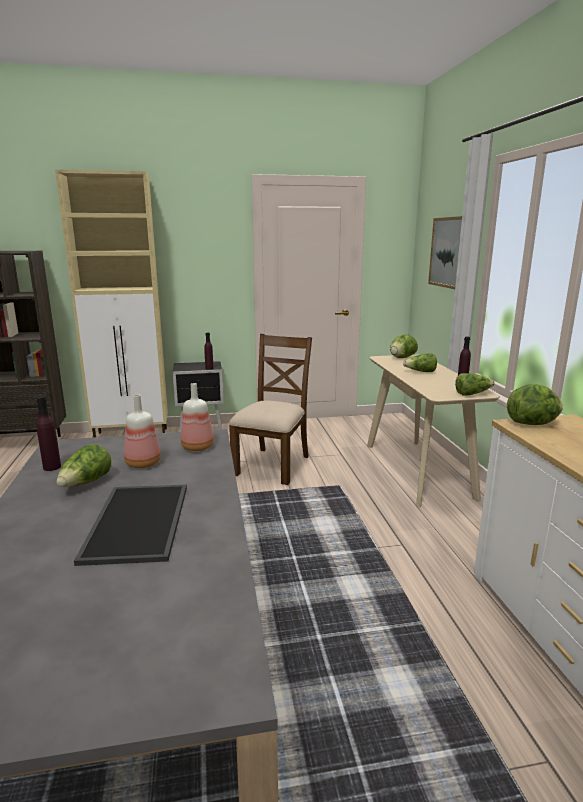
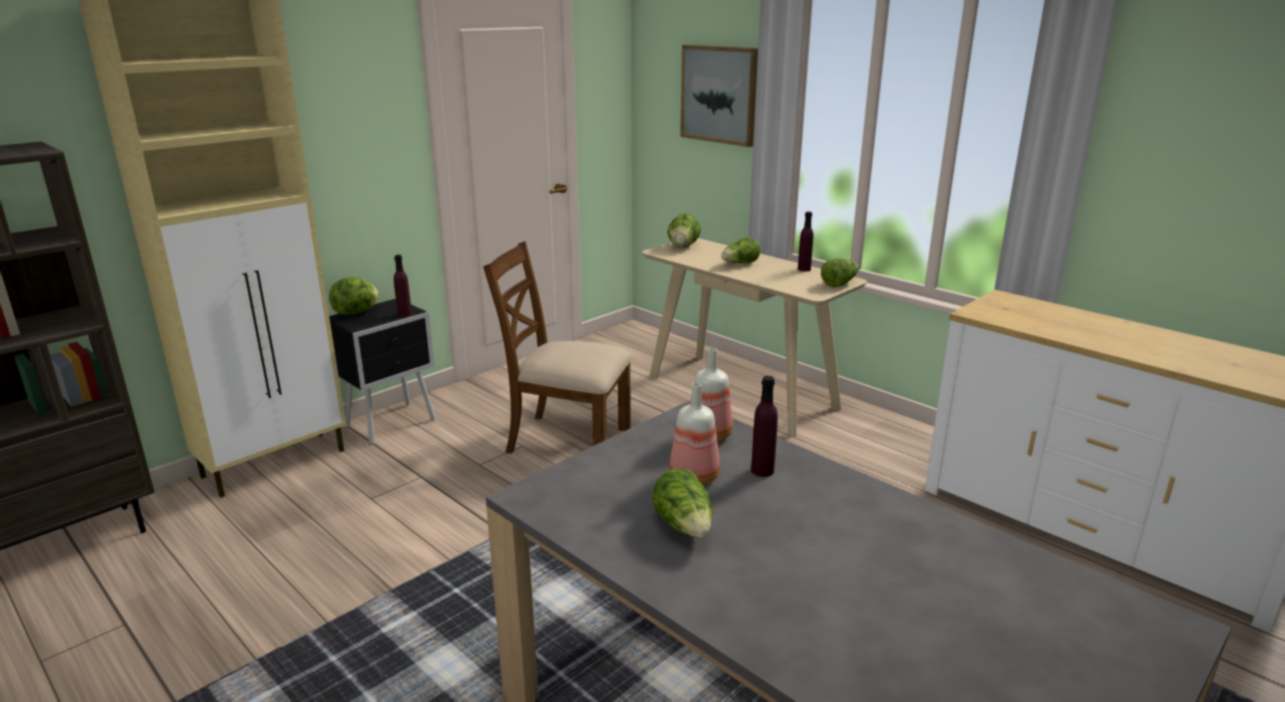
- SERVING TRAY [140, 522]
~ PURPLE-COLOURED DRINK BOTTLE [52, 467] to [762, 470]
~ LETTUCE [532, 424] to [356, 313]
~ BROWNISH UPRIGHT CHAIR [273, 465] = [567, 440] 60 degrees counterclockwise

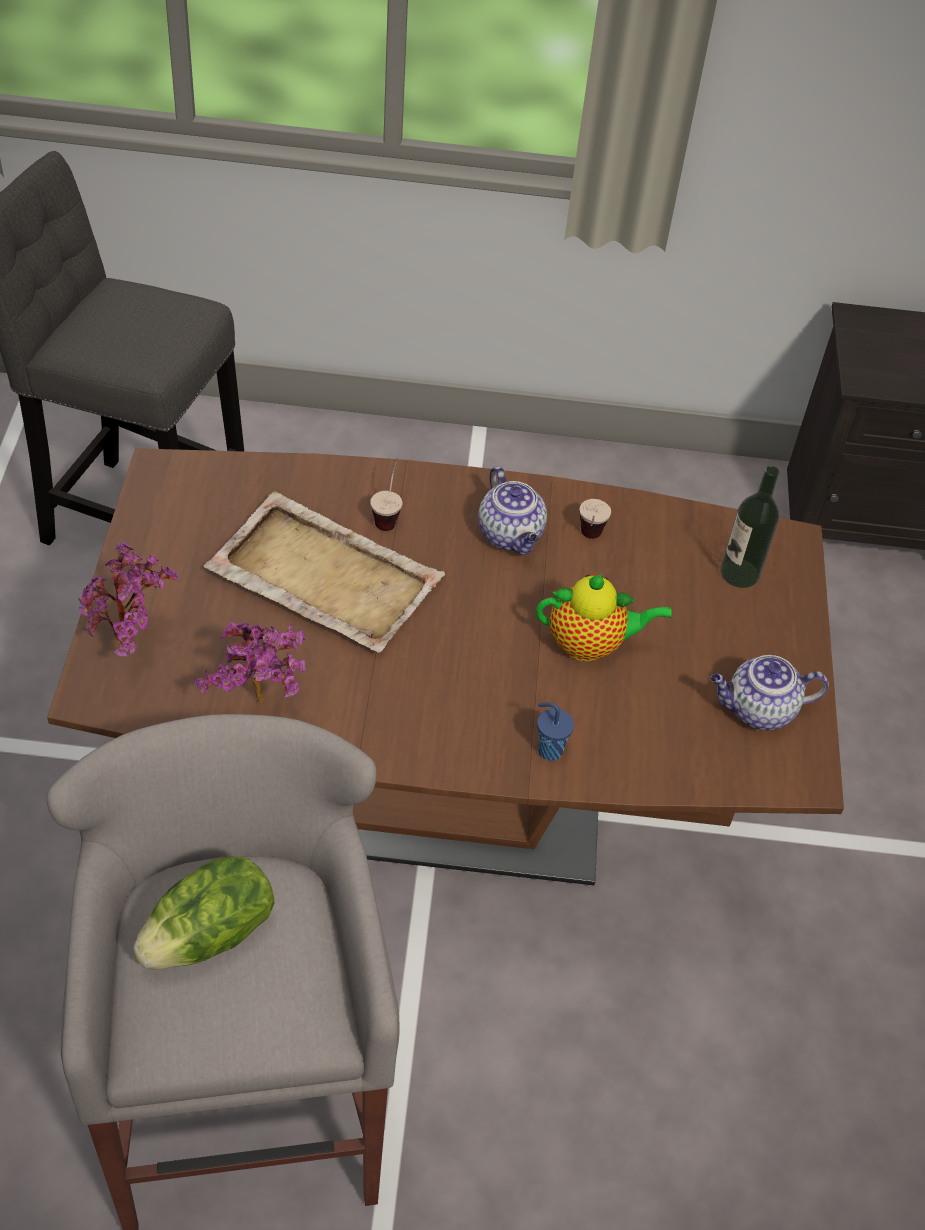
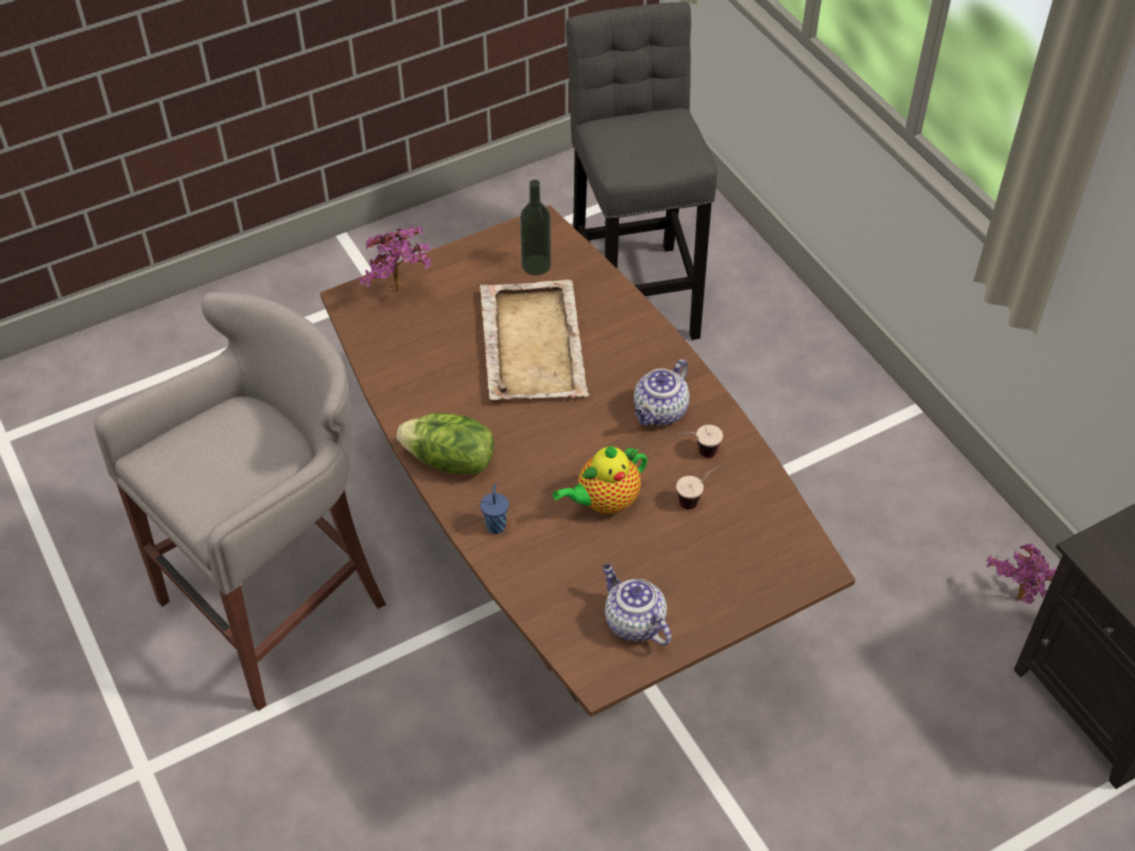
~ LETTUCE [210, 935] to [450, 461]
~ PLANT IN A POT [262, 707] to [1017, 602]
~ SMALL CUP [388, 514] to [698, 499]
~ DRINK BOTTLE [739, 573] to [536, 265]
~ POT FOR TEA [590, 644] = [604, 502] 90 degrees clockwise

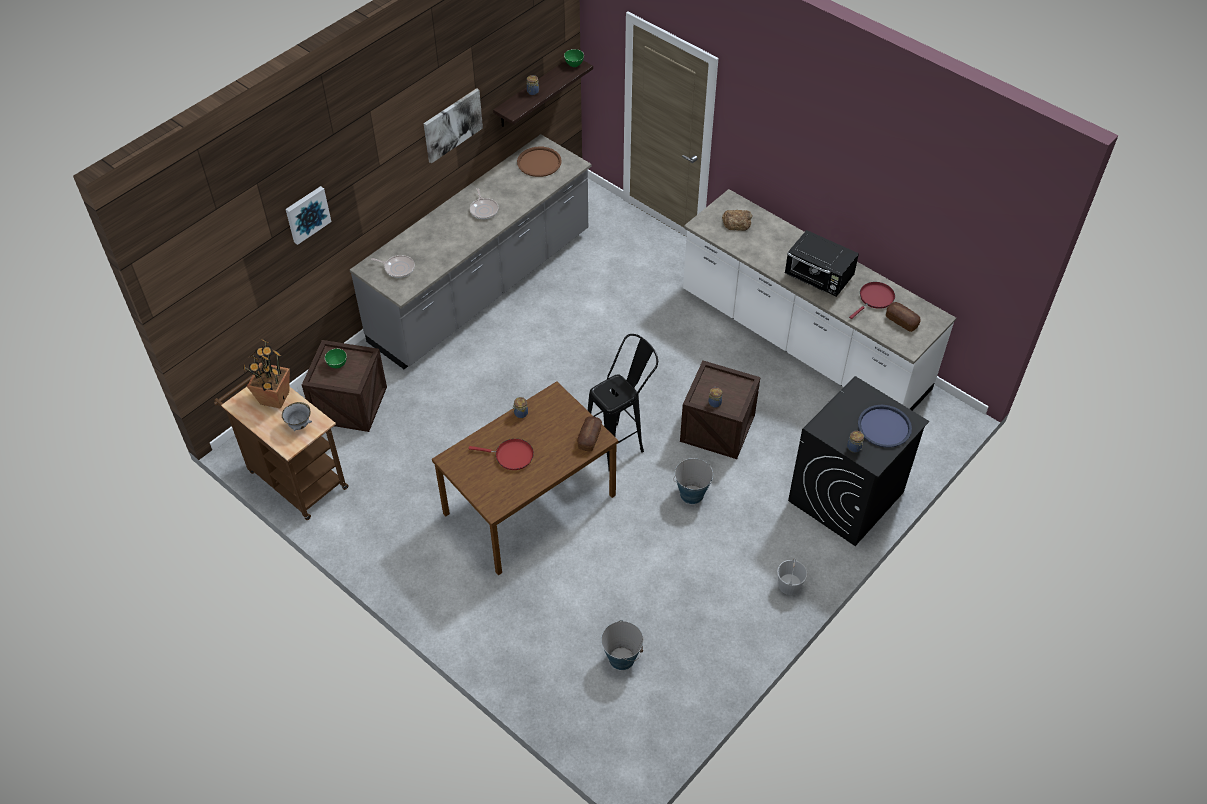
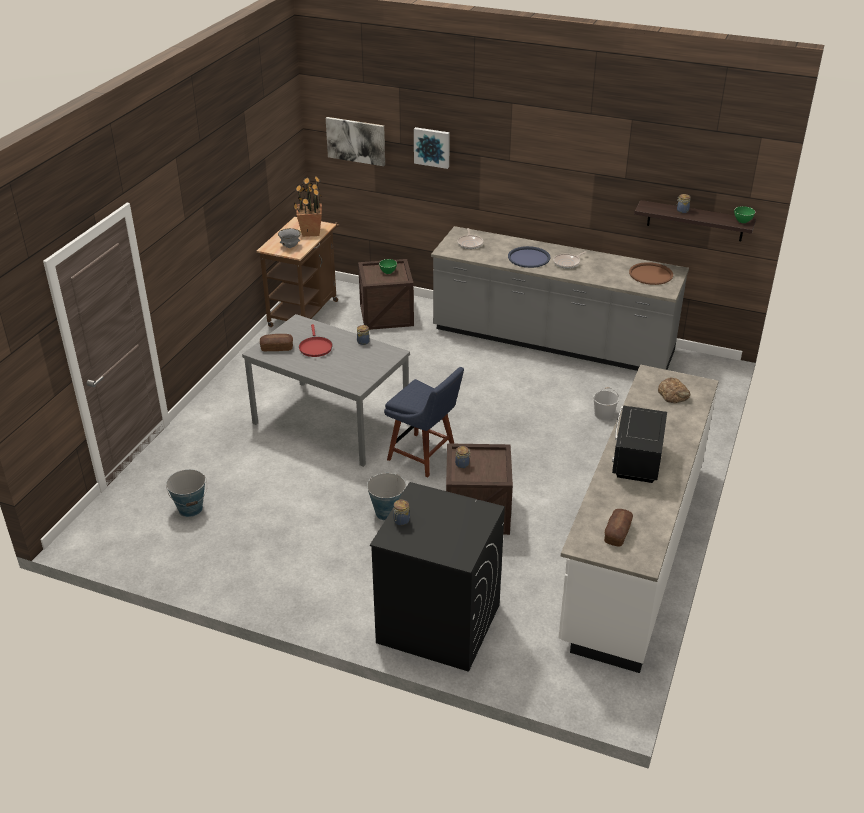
- RED-COLOURED PAN [874, 299]
~ PICTURE [452, 125] to [356, 141]
~ BAKED BREAD [589, 438] to [277, 348]
~ WHITE-COLOURED WATER BUCKET [789, 585] to [604, 414]
~ BLUE SERVING TRAY [884, 426] to [529, 258]
~ BLACK SITTING STOOL [620, 442] to BLUE UPRIGHT CHAIR [424, 456]
~ BROWNISH DINNER TABLE [530, 503] to GREYISH DINNER TABLE [332, 422]

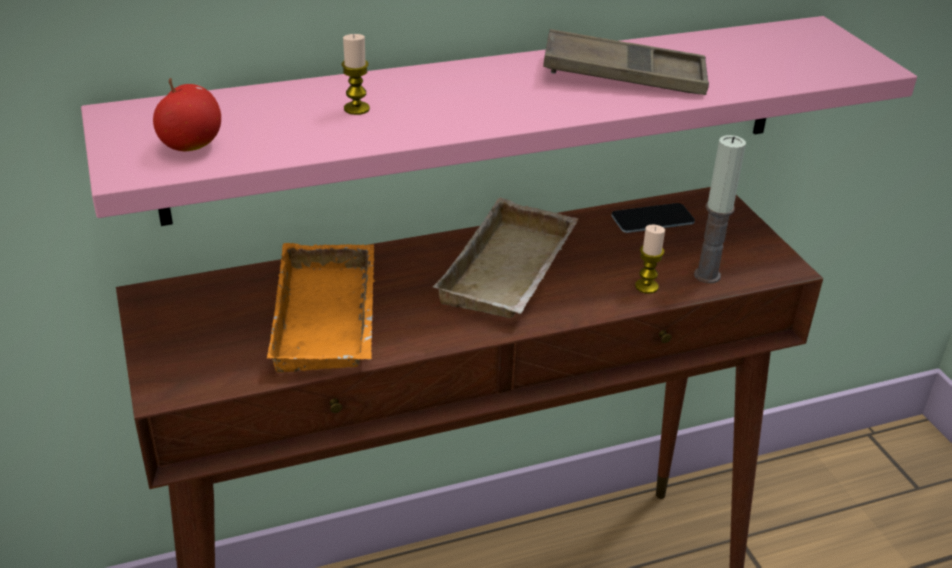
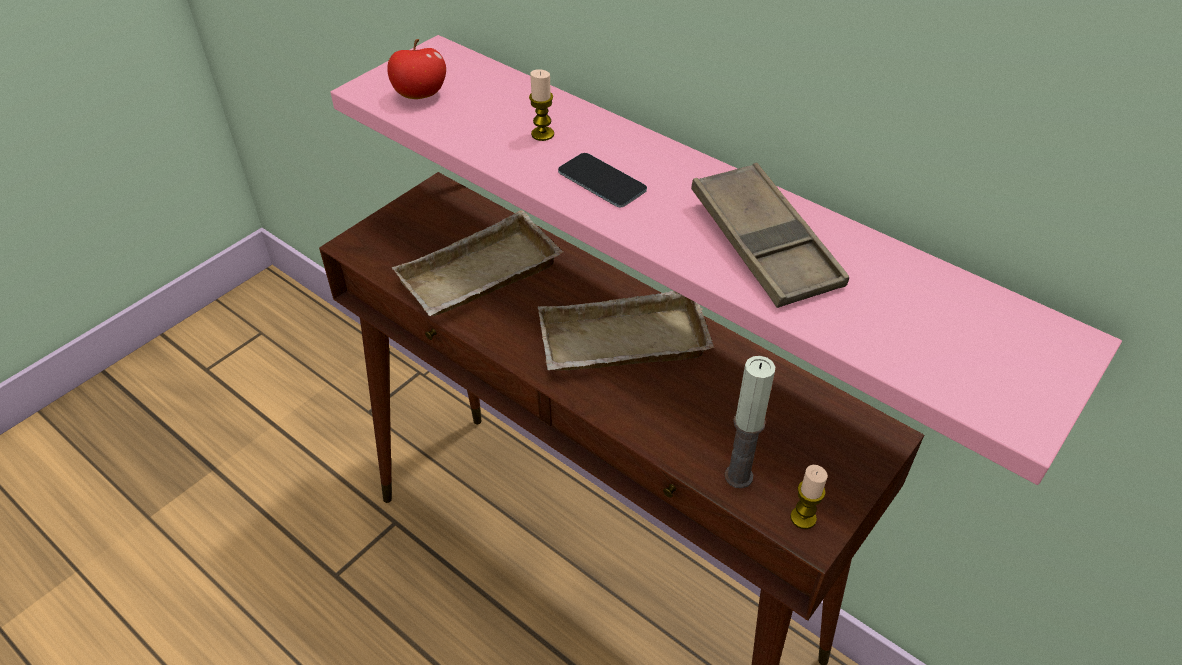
~ HANDSET [652, 219] to [601, 181]
~ WAX CANDLE [646, 286] to [803, 518]
~ ORANGE-COLOURED SERVING TRAY [330, 319] to BEIGE SERVING TRAY [480, 278]

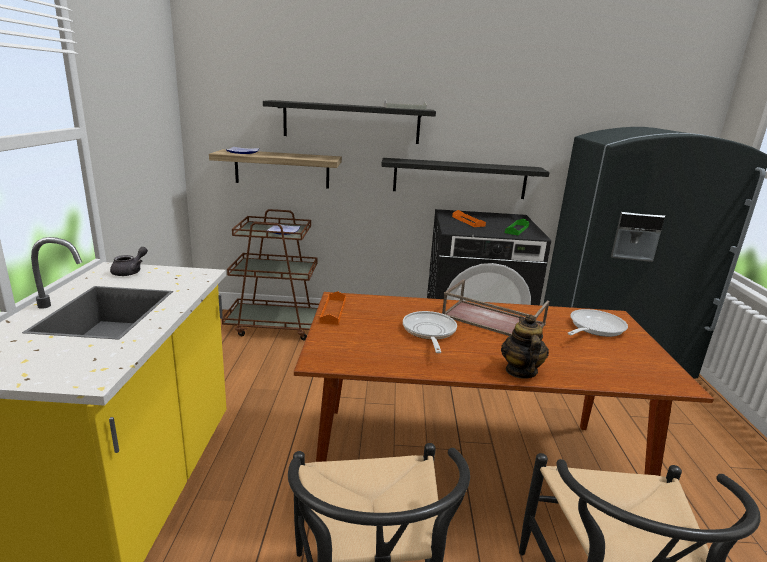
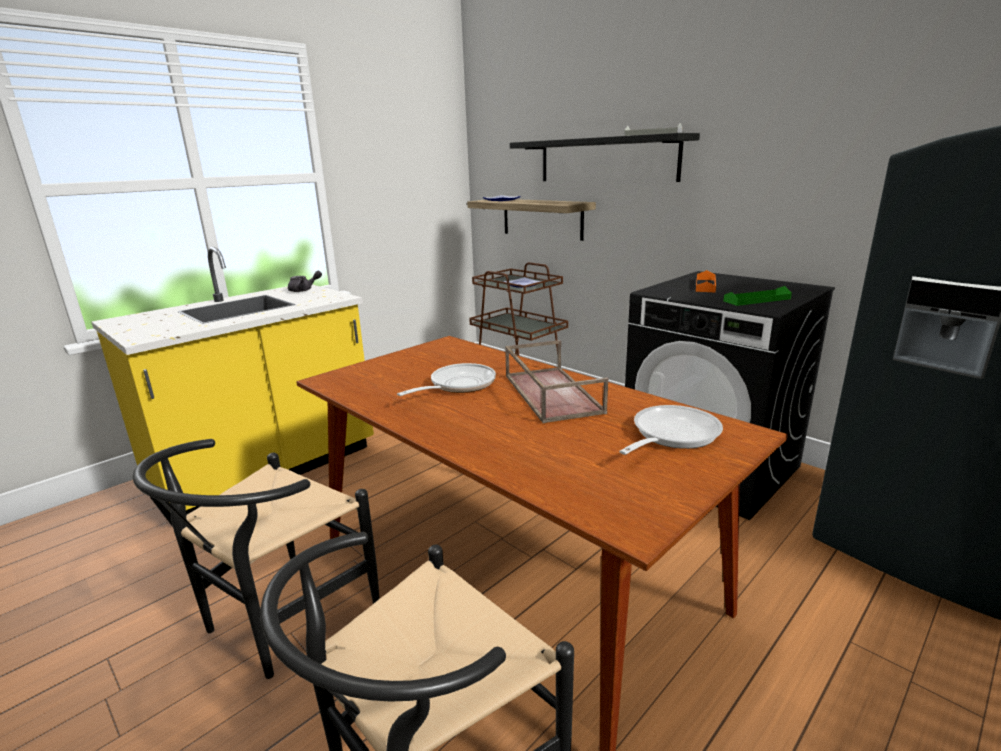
- ORANGE-COLOURED SERVING TRAY [333, 311]
- BLACK WALL SHELF [459, 178]
- POT FOR TEA [520, 371]
~ PAN [594, 328] = [671, 435] 45 degrees counterclockwise

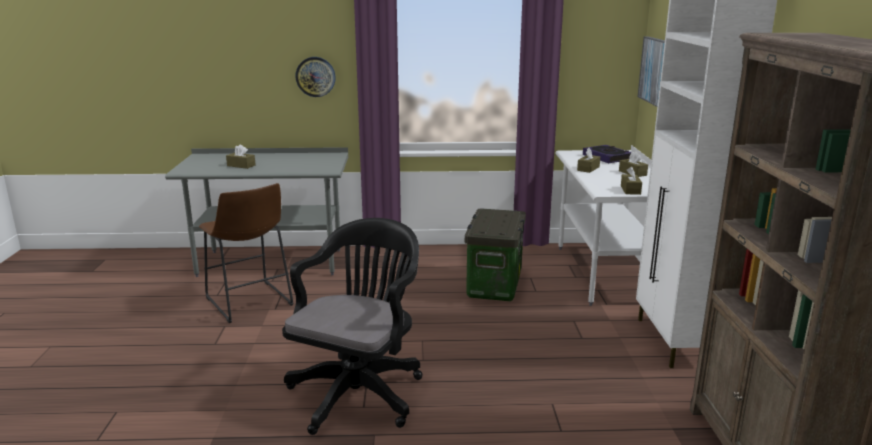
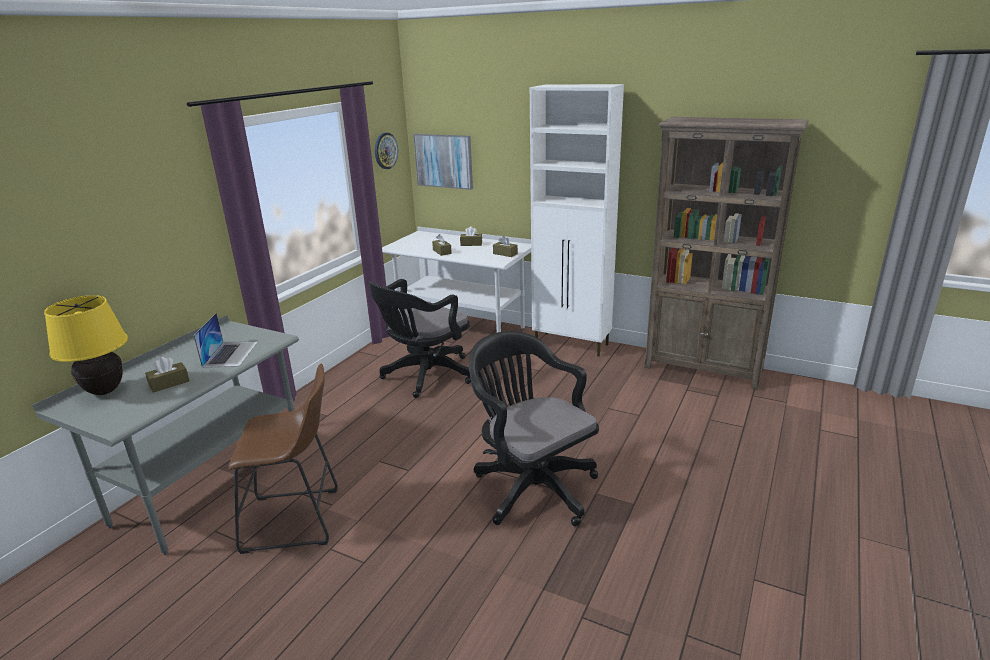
- BOOK [607, 157]
+ YELLOW-COLOURED TABLETOP LAMP [105, 391]
+ PORTABLE COMPUTER [230, 354]
~ CLOCK ON THE WALL [315, 76] to [385, 150]
~ STORAGE BIN [493, 284] to BLACK COMPUTER CHAIR [424, 376]

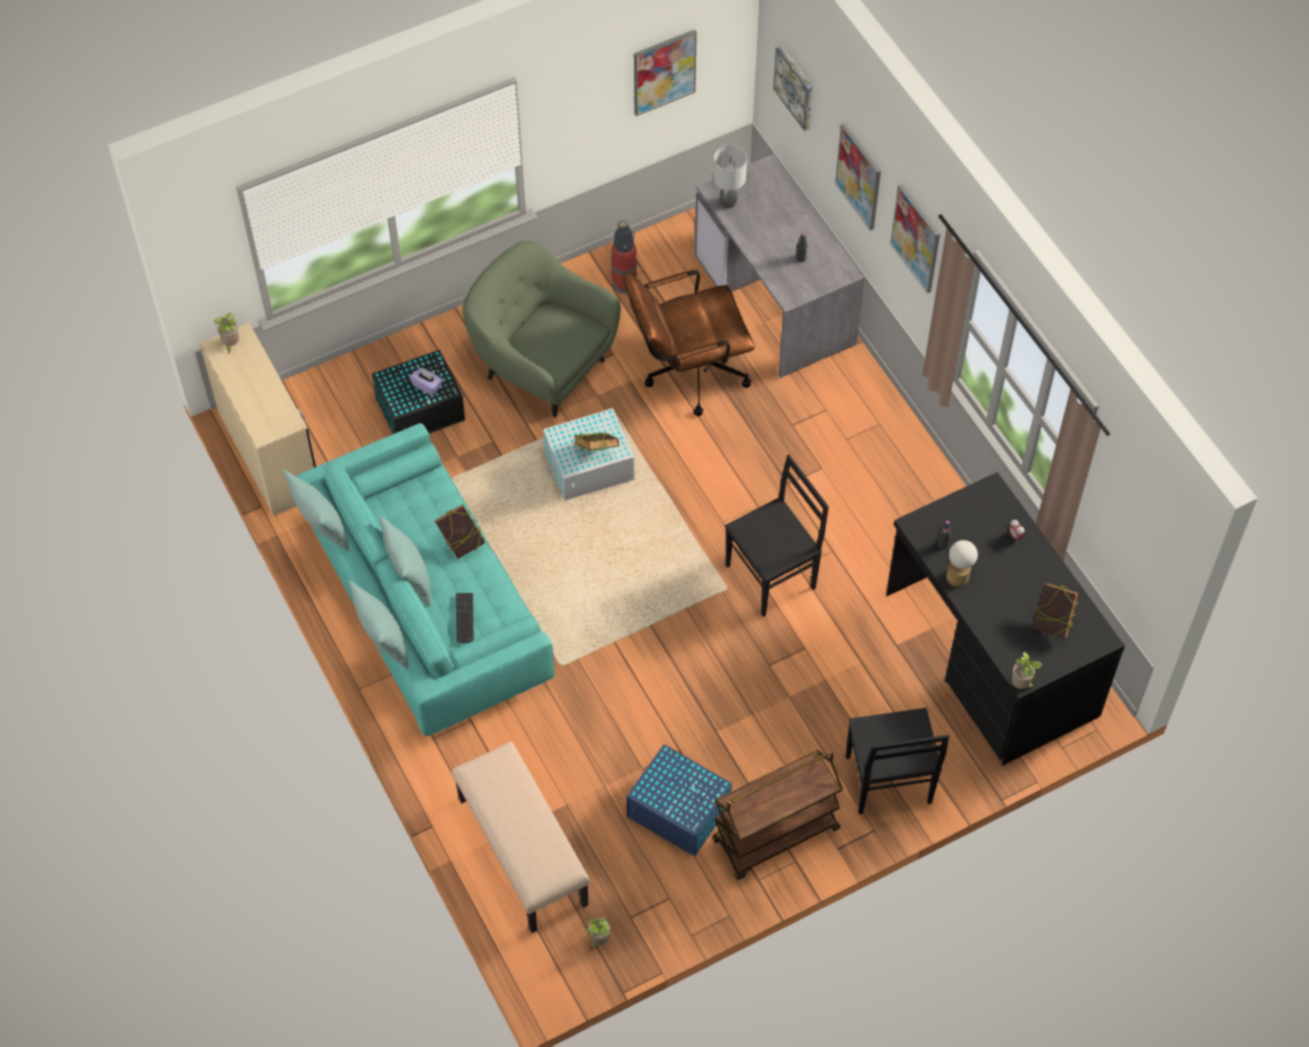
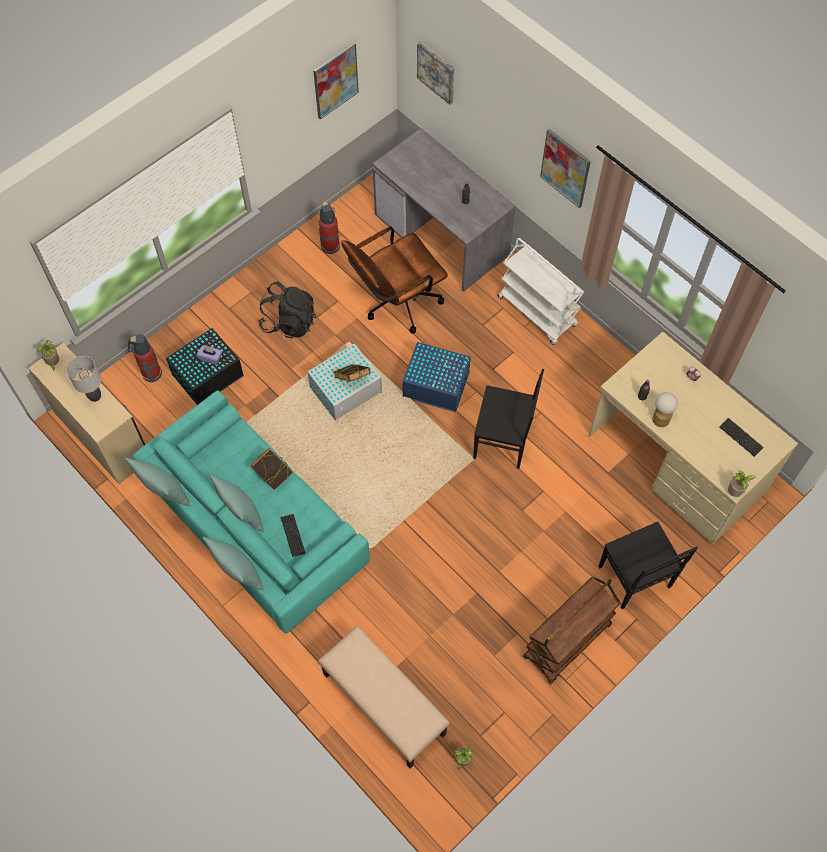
- PICTURE [859, 176]
+ FIRE-FIGHTING CYLINDER [150, 373]
+ WHITE-COLOURED CART [537, 312]
~ BLUE STORAGE BIN [680, 811] to [437, 385]
~ GREYISH TABLETOP LAMP [728, 202] to [95, 396]
~ GREENISH ARMCHAIR [542, 367] to BLACK RUCKSACK [289, 322]
~ BOOK [1052, 622] to PC KEYBOARD [741, 437]
~ BLACK DESK UNIT [990, 655] to BEIGE DESK UNIT [676, 464]
~ BLACK UPRIGHT CHAIR [773, 575] = [503, 441] 60 degrees clockwise

